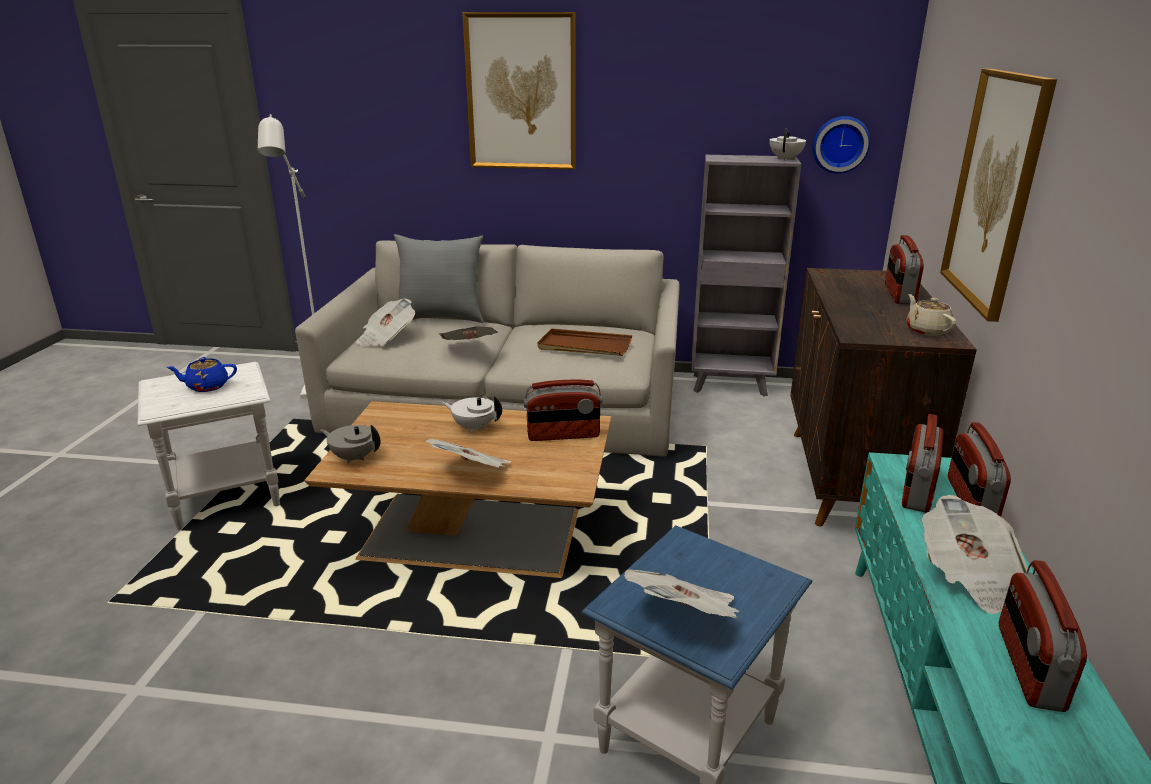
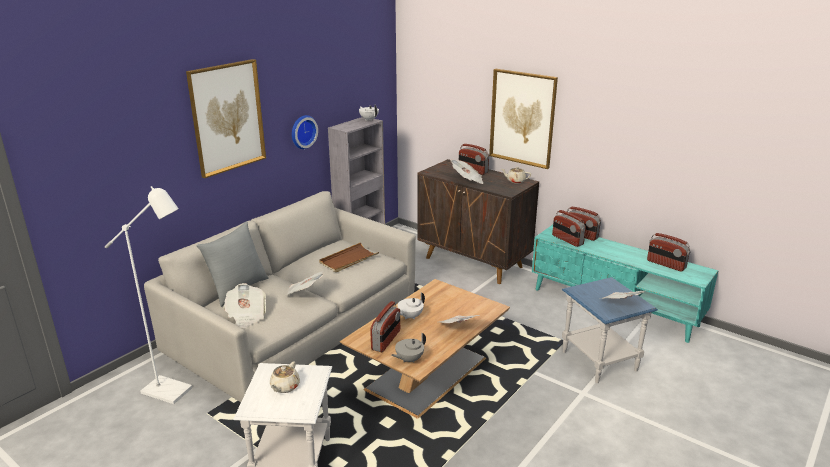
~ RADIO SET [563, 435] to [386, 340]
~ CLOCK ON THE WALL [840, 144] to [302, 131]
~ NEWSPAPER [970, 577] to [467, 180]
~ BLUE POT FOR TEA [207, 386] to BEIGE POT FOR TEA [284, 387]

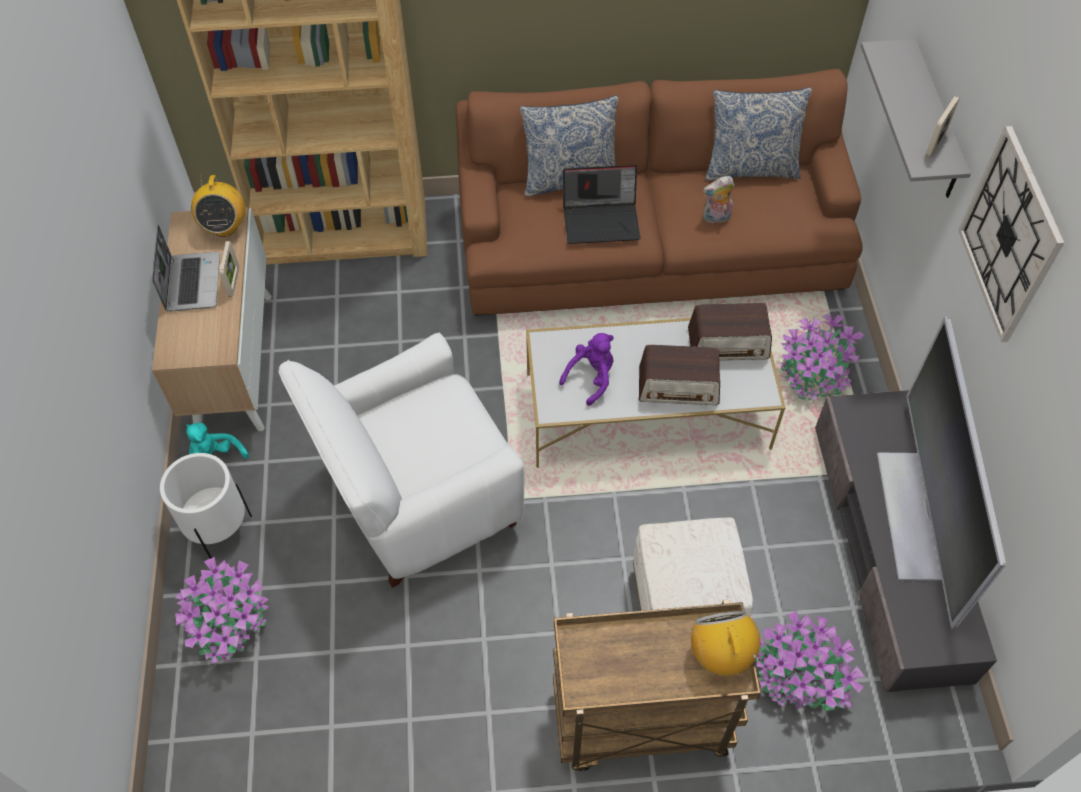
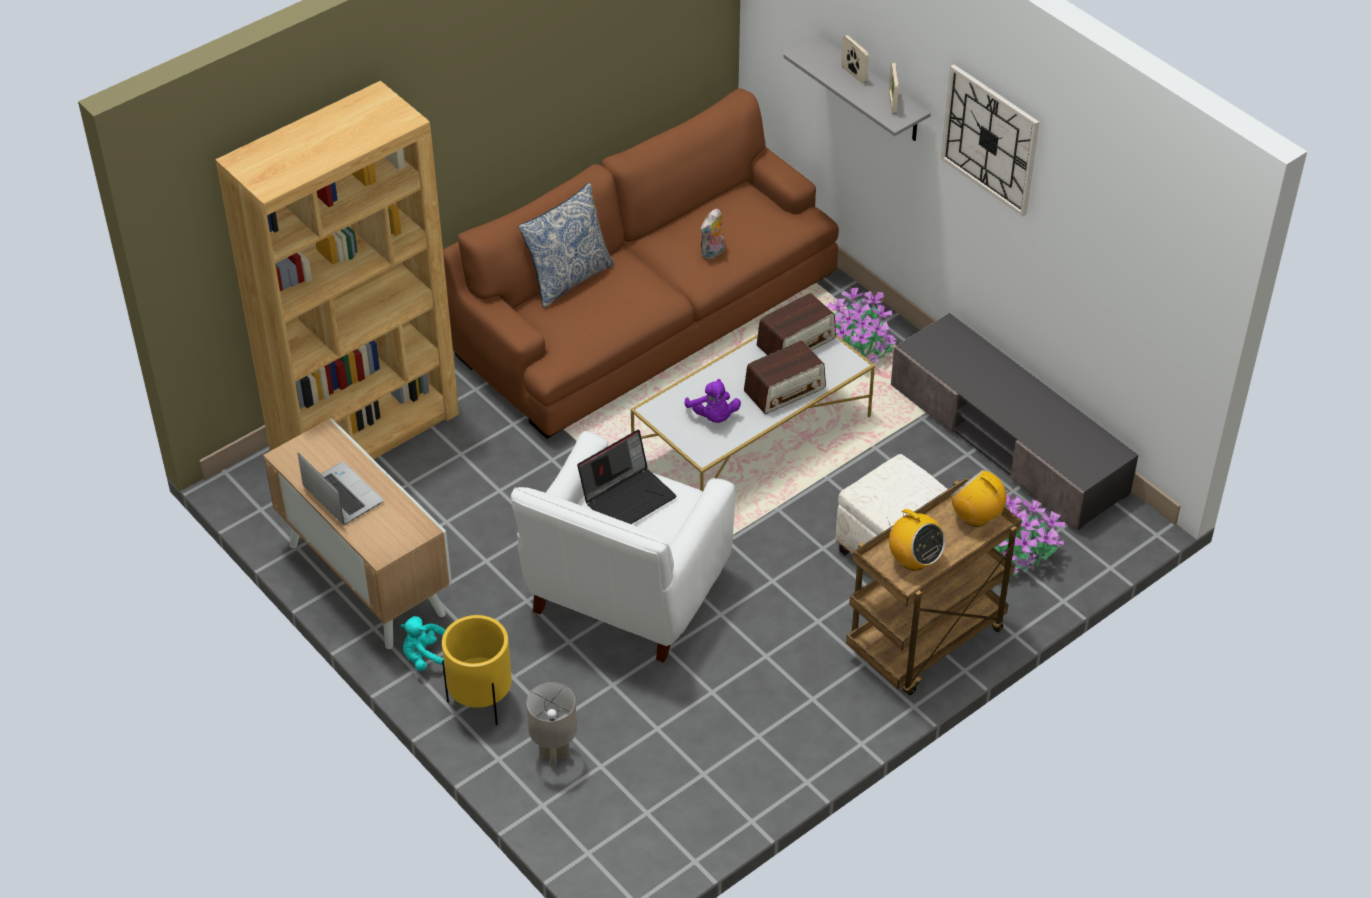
- CUSHION [750, 167]
- TELEVISION [912, 514]
~ RADIO SET [224, 227] to [913, 560]
~ STANDING FRAME [234, 282] to [853, 74]
~ PORTABLE COMPUTER [602, 220] to [628, 497]
~ PLANT IN A POT [228, 622] to GREYISH TABLETOP LAMP [554, 756]
~ WHITE-COLOURED FLOWER POT [219, 529] to YELLOW-COLOURED FLOWER POT [481, 701]
~ PURPLE-COLOURED CUDDLY TOY [591, 378] = [713, 417] 150 degrees clockwise

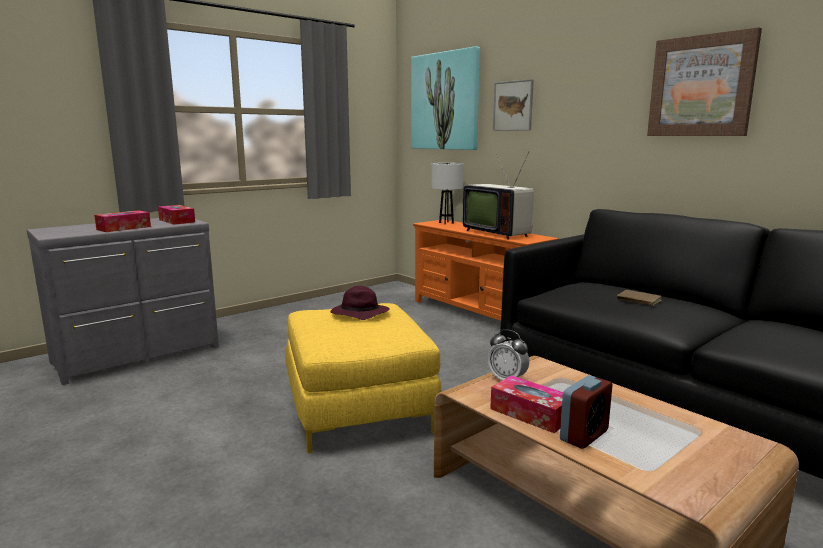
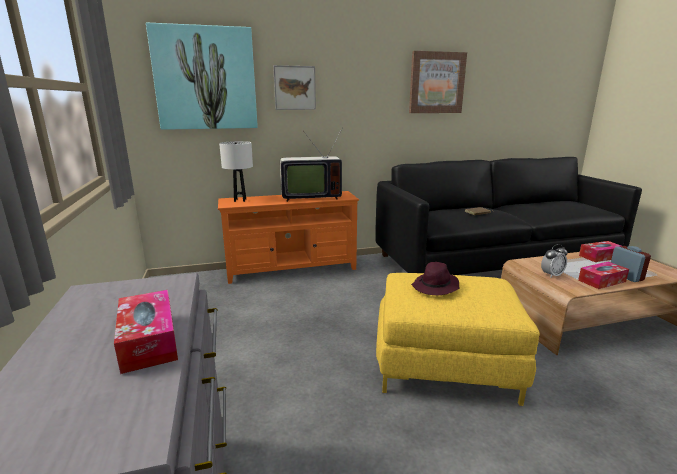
~ TISSUE BOX [177, 221] to [600, 256]

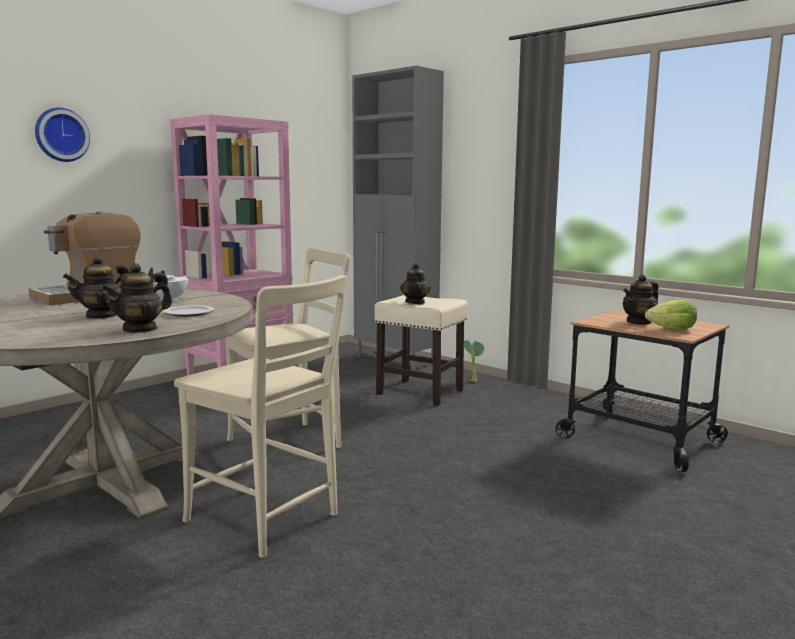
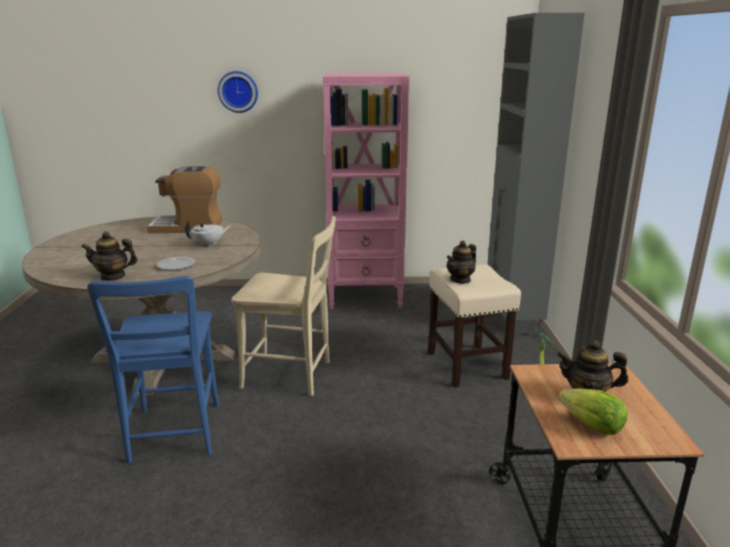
- POT FOR TEA [102, 315]
~ BEIGE UPRIGHT CHAIR [267, 520] to BLUE UPRIGHT CHAIR [174, 435]

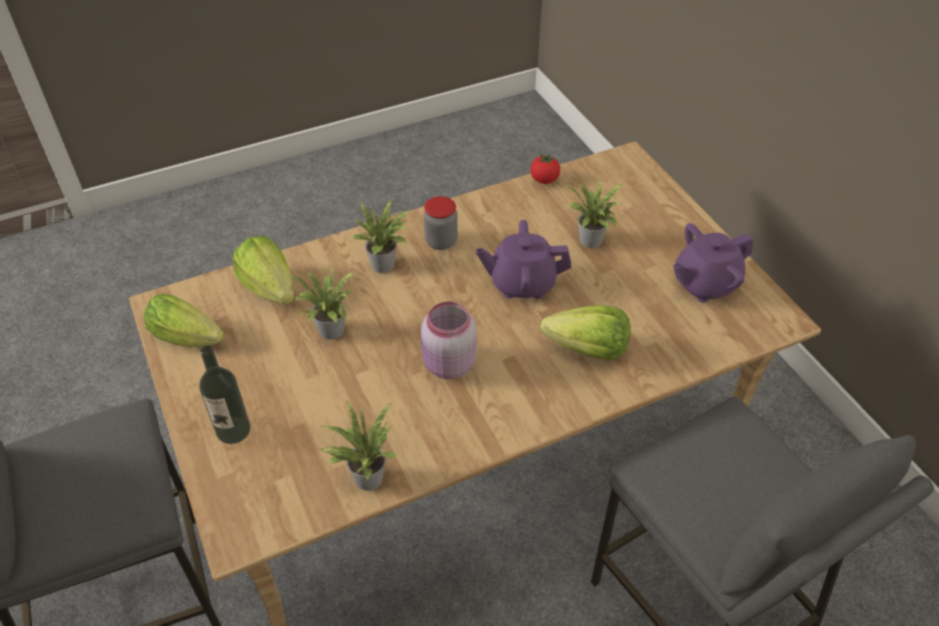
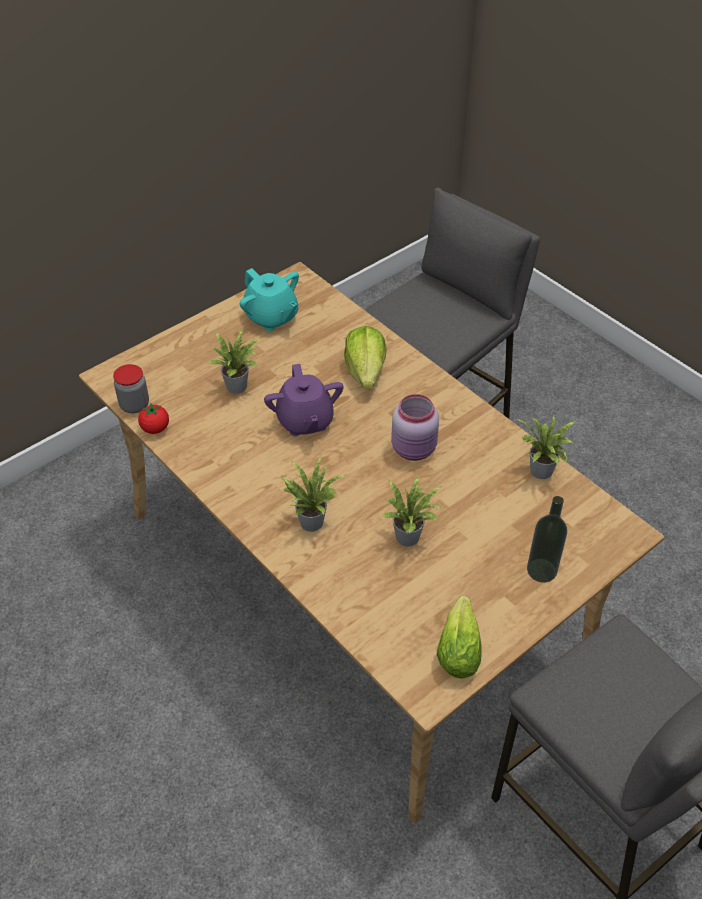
- LETTUCE [270, 288]
~ STORAGE JAR [441, 241] to [134, 405]
~ PURPLE-COLOURED POT FOR TEA [704, 284] to TURQUOISE POT FOR TEA [271, 317]

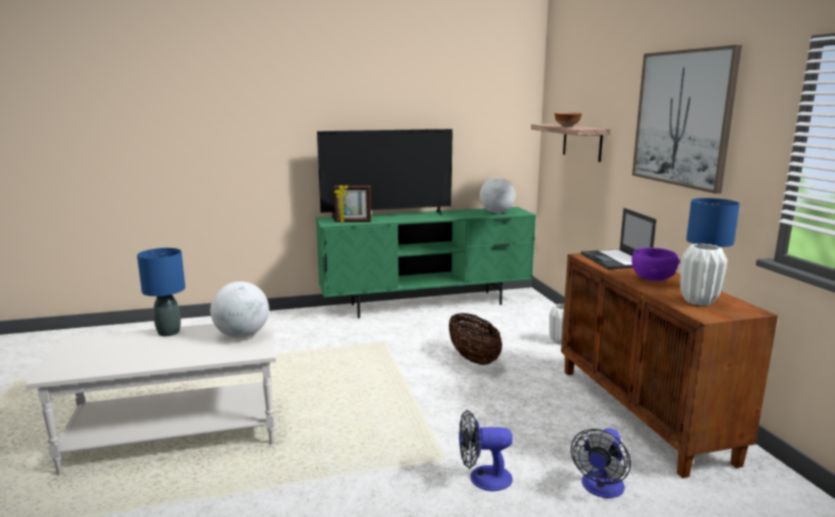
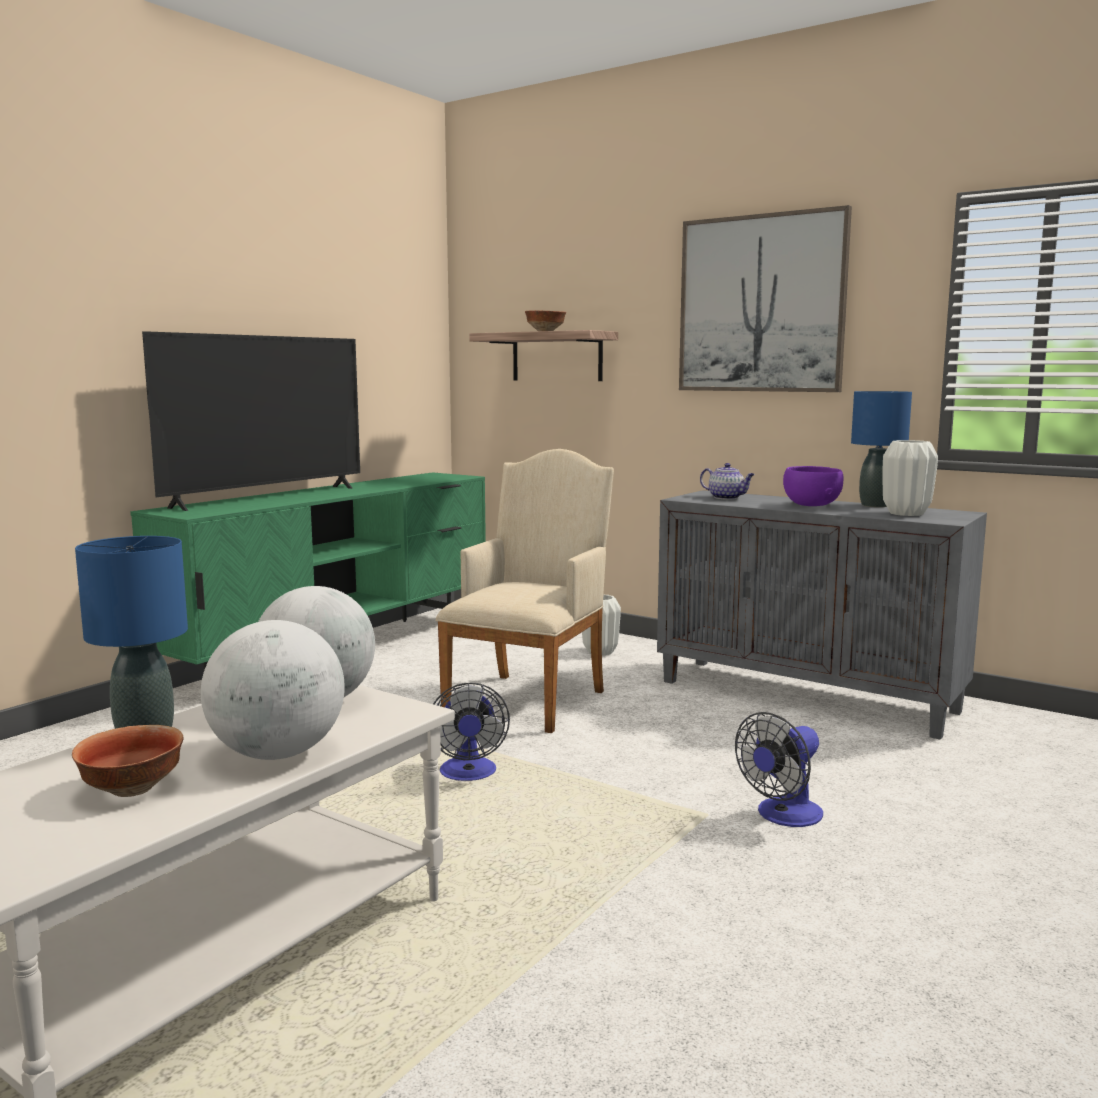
- STANDING FRAME [353, 222]
+ BOWL [134, 789]
~ DESK GLOBE [496, 212] to [277, 754]
~ FAN [600, 489] to [469, 774]
~ BASKET [473, 359] to BEIGE ARMCHAIR [531, 698]
~ PORTABLE COMPUTER [615, 260] to POT FOR TEA [727, 498]
~ BROWNISH CABINET [643, 413] to GREYISH CABINET [808, 696]

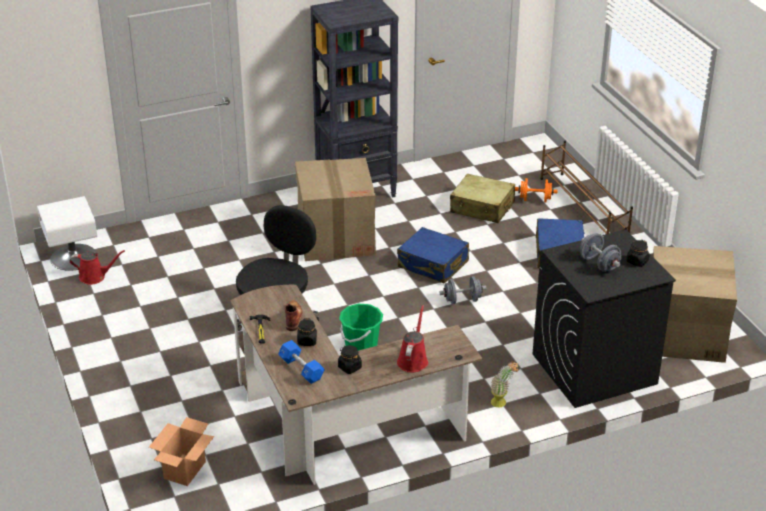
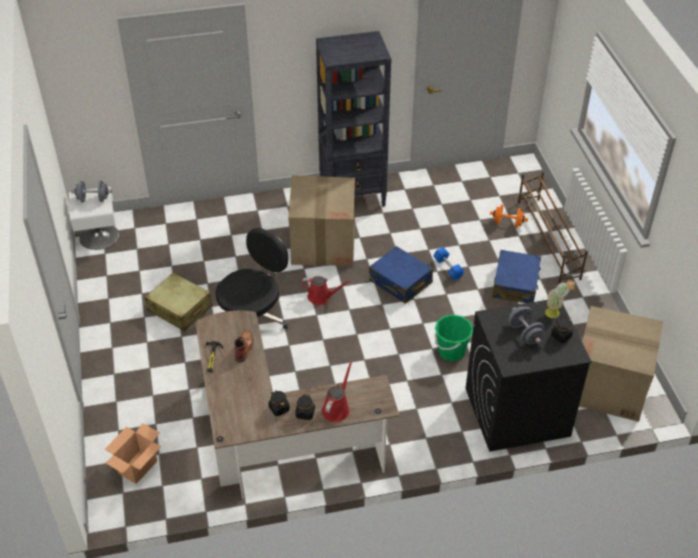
~ RED-COLOURED WATERING CAN [95, 277] to [321, 297]
~ BLUE FREE WEIGHT [301, 369] to [448, 268]
~ BLACK STORAGE JAR [307, 341] to [305, 413]
~ GREENISH WATER BUCKET [361, 348] to [451, 351]
~ GREYISH FREE WEIGHT [462, 300] to [93, 199]
~ BEIGE PIECE OF LUGGAGE [482, 207] to [180, 309]
~ PLANT IN A POT [502, 403] to [556, 314]

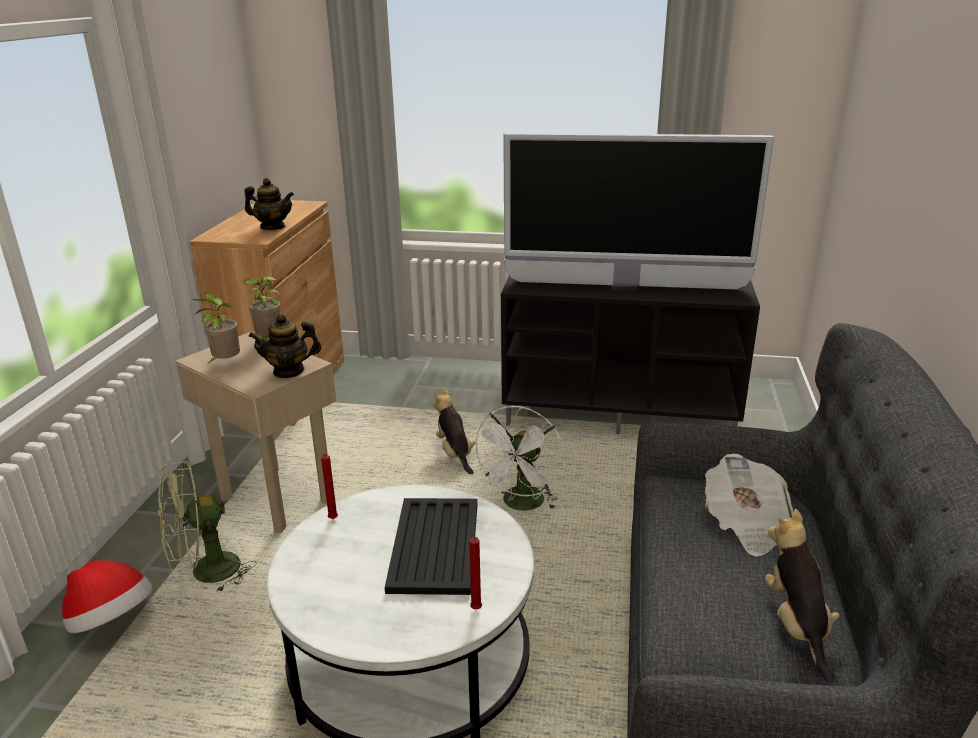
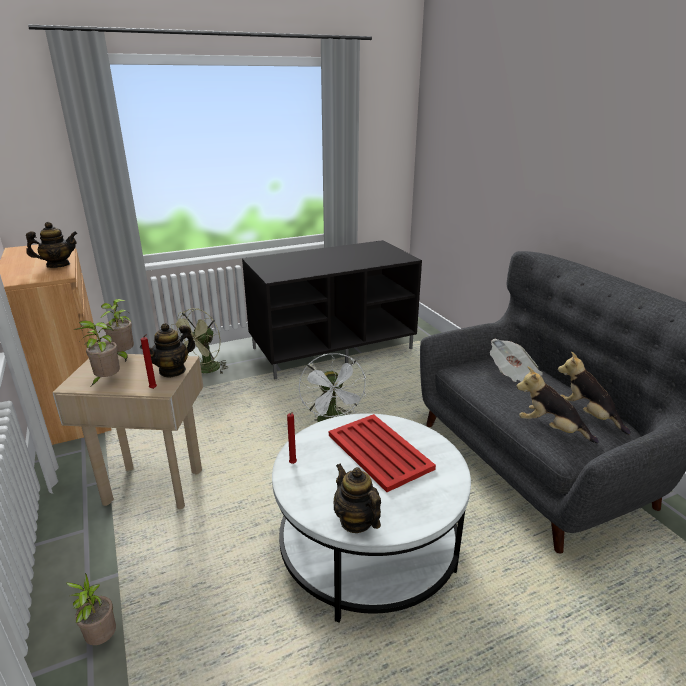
- TELEVISION [625, 285]
+ POT FOR TEA [356, 521]
~ GREENISH FAN [205, 573] to [204, 370]
~ CUDDLY TOY [455, 453] to [551, 429]
~ RED-COLOURED WAX CANDLE [476, 610] to [154, 389]
~ HAT [112, 621] to PLANT IN A POT [101, 639]
~ BLACK SERVING TRAY [434, 546] to RED-COLOURED SERVING TRAY [380, 452]

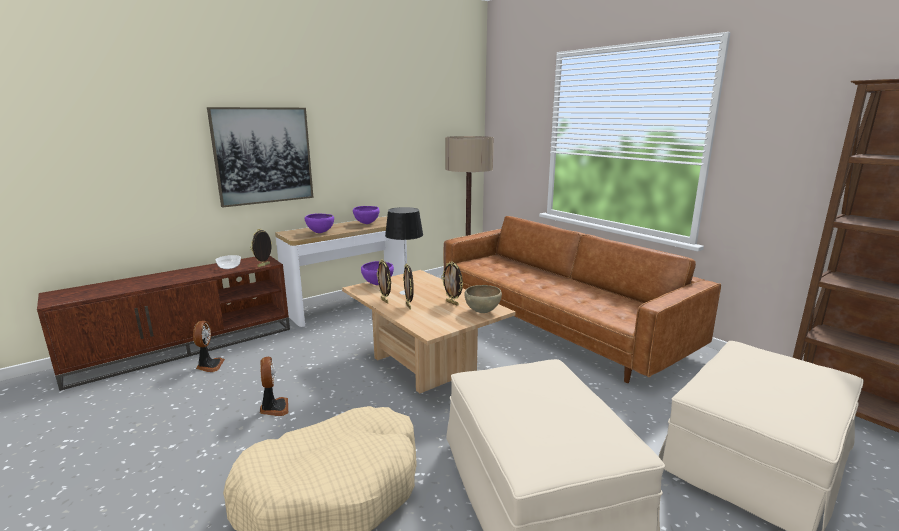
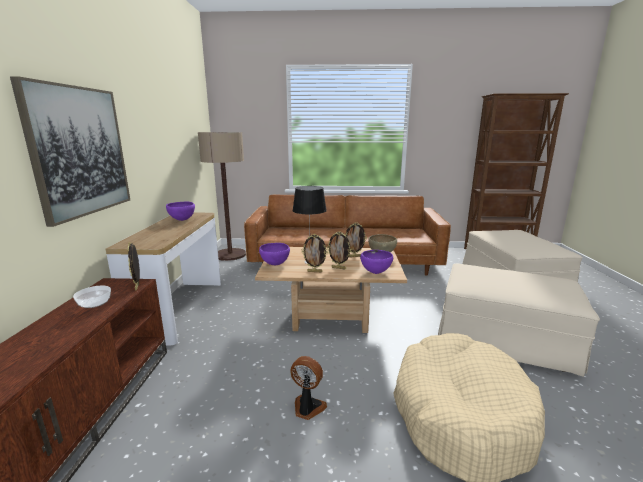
- FAN [209, 365]
~ PURPLE-COLOURED BOWL [320, 233] to [376, 272]

